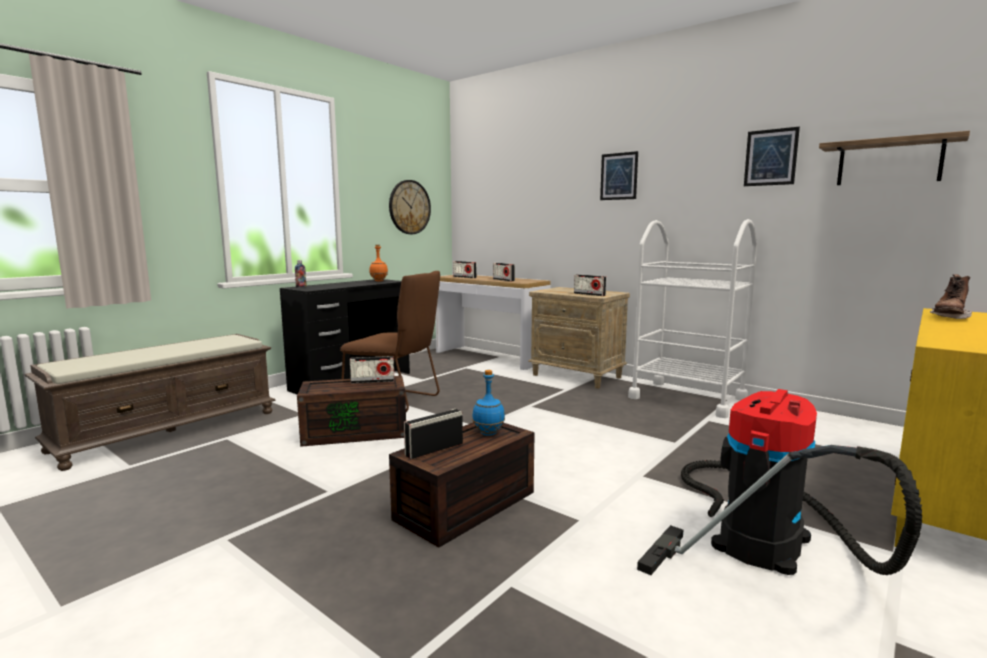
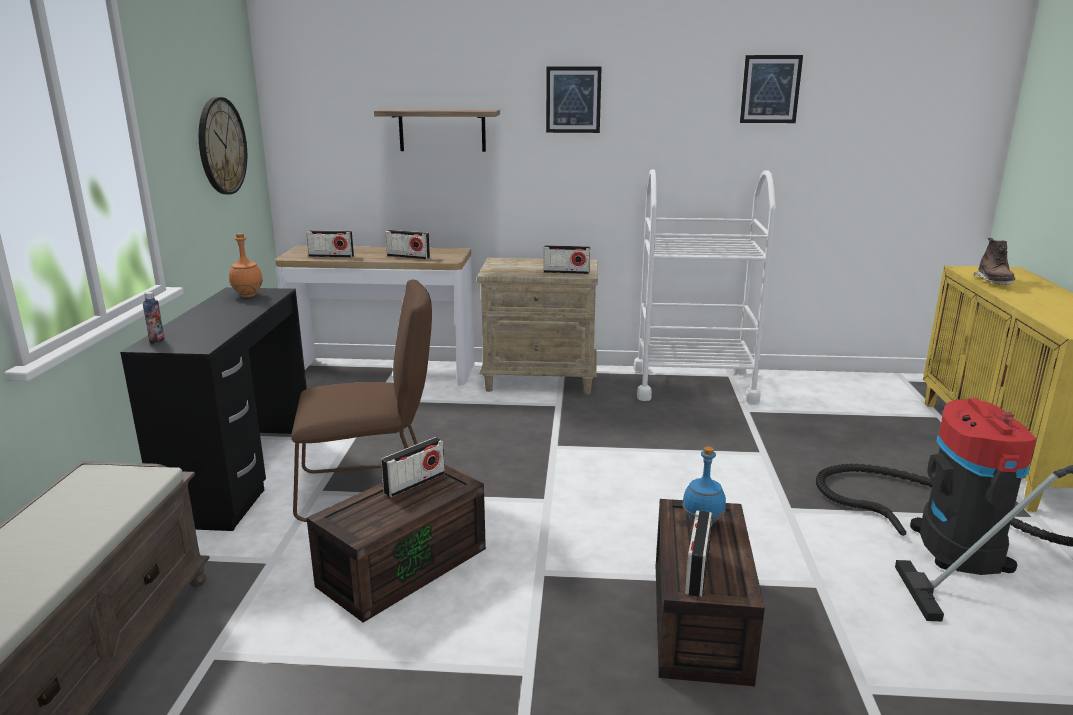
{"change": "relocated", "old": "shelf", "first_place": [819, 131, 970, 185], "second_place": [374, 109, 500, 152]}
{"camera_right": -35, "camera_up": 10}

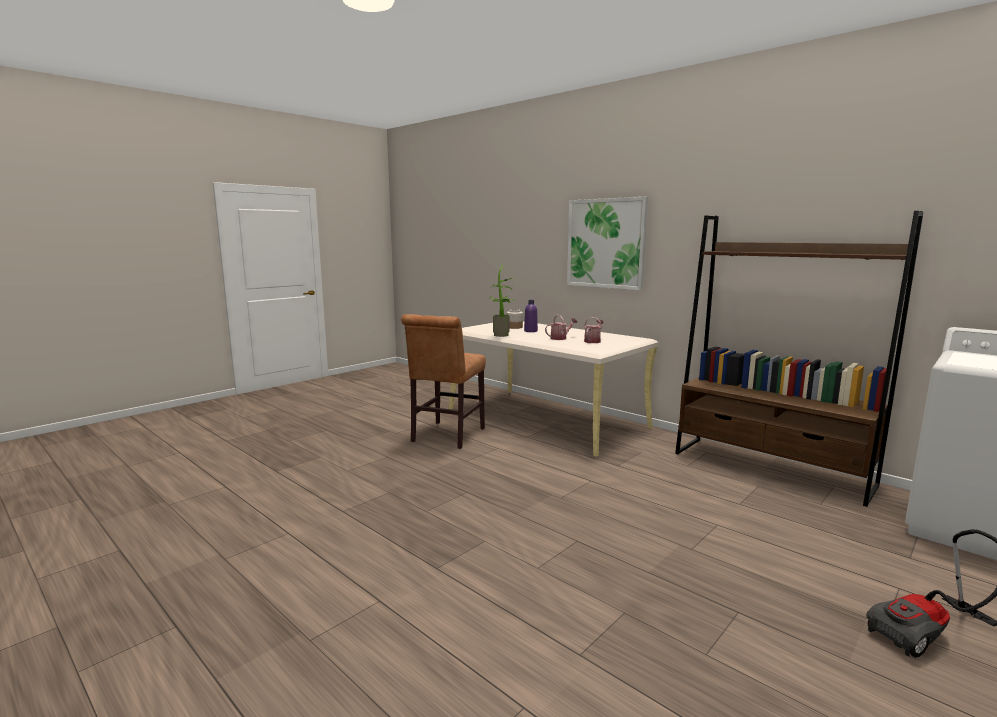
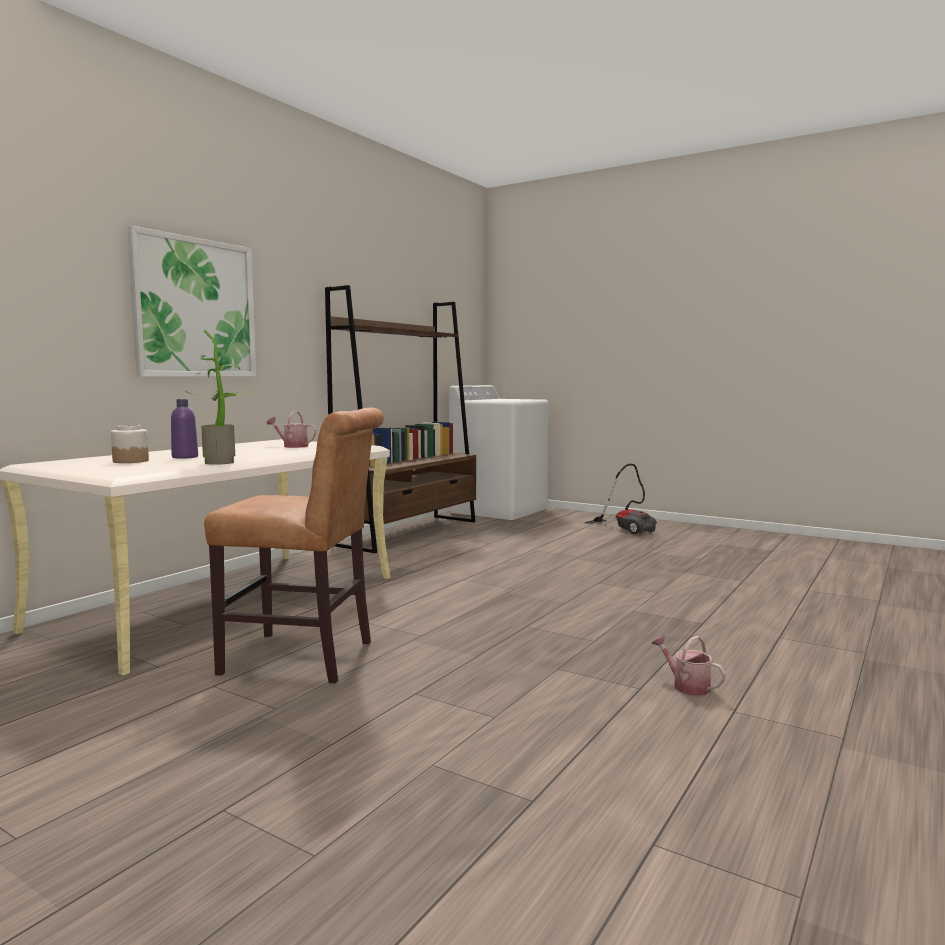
{"change": "relocated", "old": "watering can", "first_place": [545, 315, 577, 340], "second_place": [651, 636, 726, 696]}
{"camera_right": -100, "camera_up": -5}

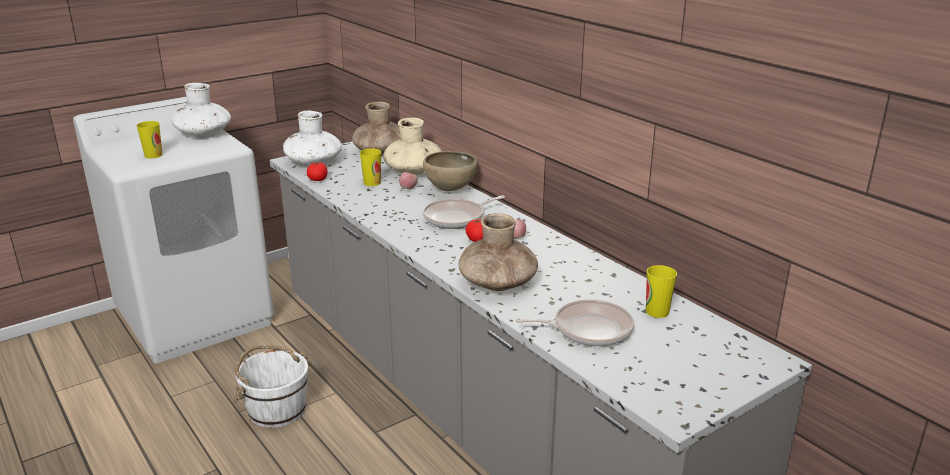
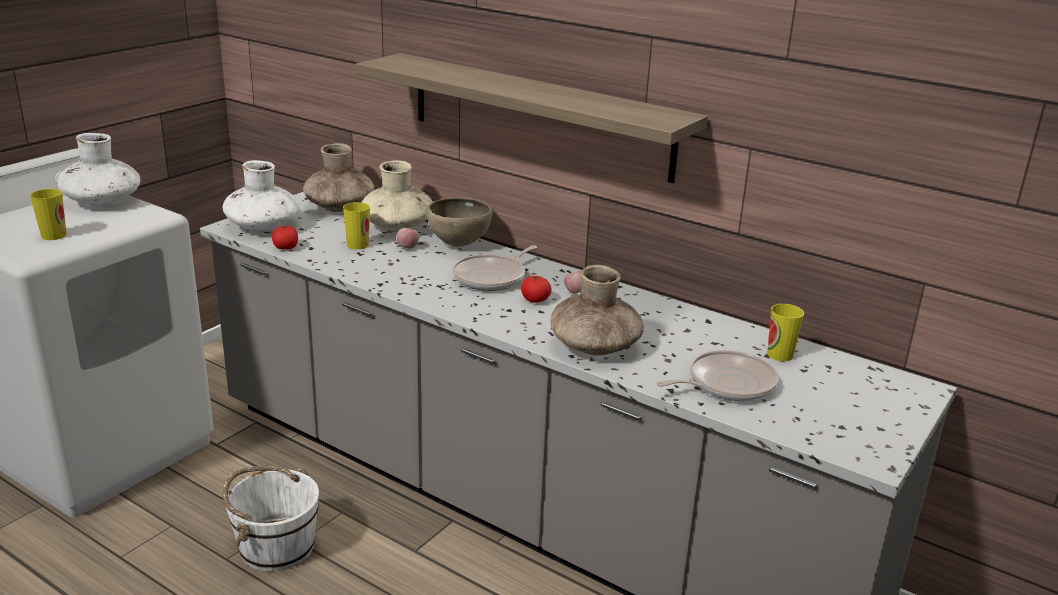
{"change": "appeared", "new": "shelf", "second_place": [355, 53, 708, 183]}
{"camera_right": -20, "camera_up": 0}

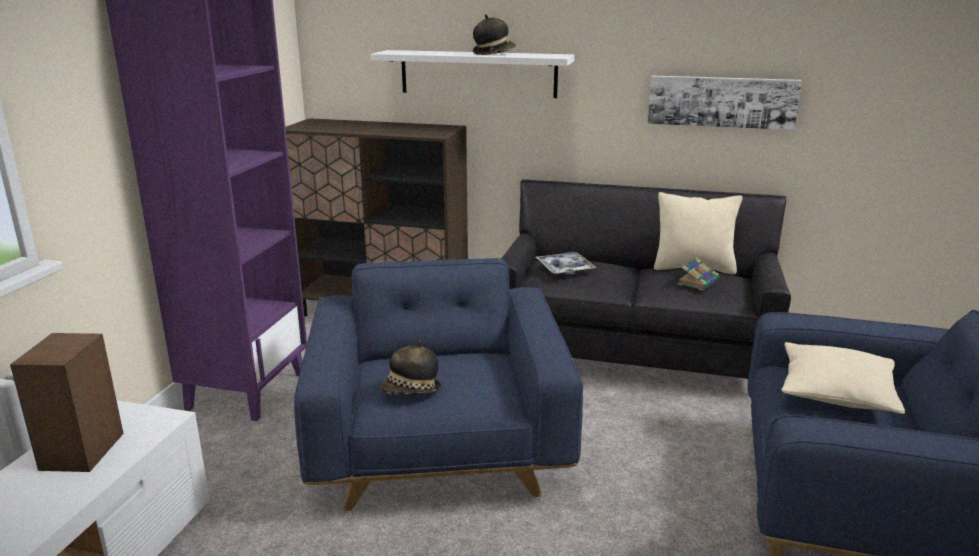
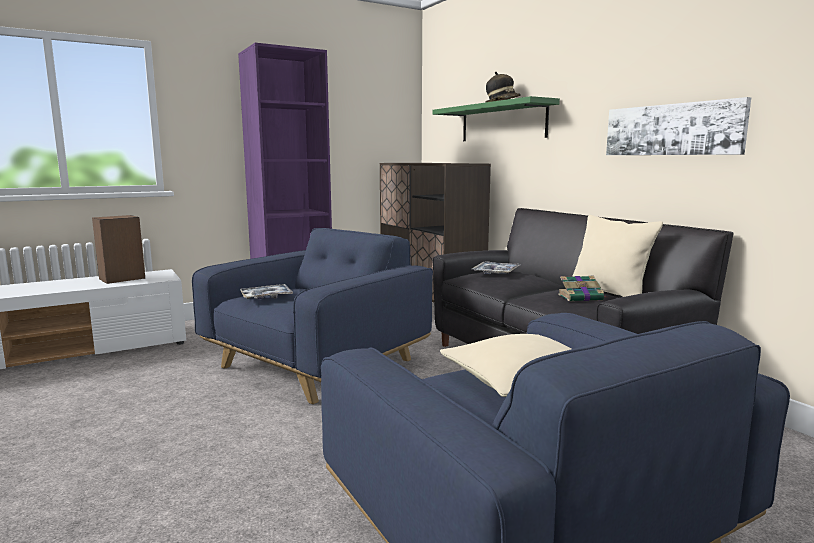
{"change": "exchanged", "old": "hat", "new": "tray", "first_place": [381, 340, 442, 396], "second_place": [240, 284, 293, 299]}
{"change": "colour", "old": "white shelf", "new": "green shelf", "first_place": [371, 50, 575, 98], "second_place": [432, 96, 560, 141]}
{"camera_right": 45, "camera_up": -10}

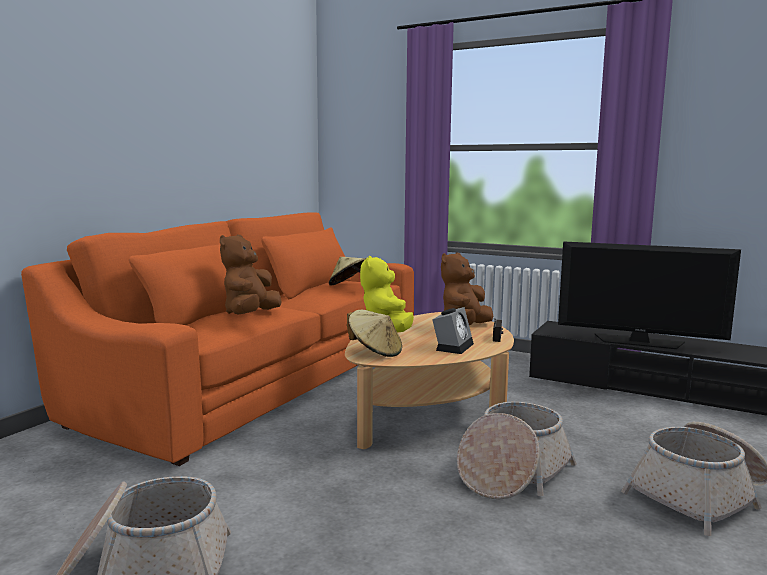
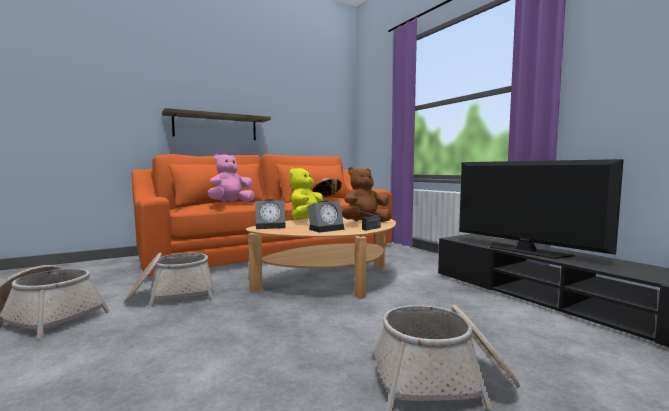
{"change": "relocated", "old": "basket", "first_place": [457, 402, 577, 499], "second_place": [124, 253, 214, 307]}
{"change": "appeared", "new": "shelf", "second_place": [162, 108, 271, 140]}
{"change": "colour", "old": "brown plush toy", "new": "pink plush toy", "first_place": [220, 234, 282, 314], "second_place": [208, 154, 255, 202]}
{"change": "exchanged", "old": "beige hat", "new": "alarm clock", "first_place": [347, 310, 402, 357], "second_place": [255, 199, 286, 229]}
{"camera_right": 30, "camera_up": -5}

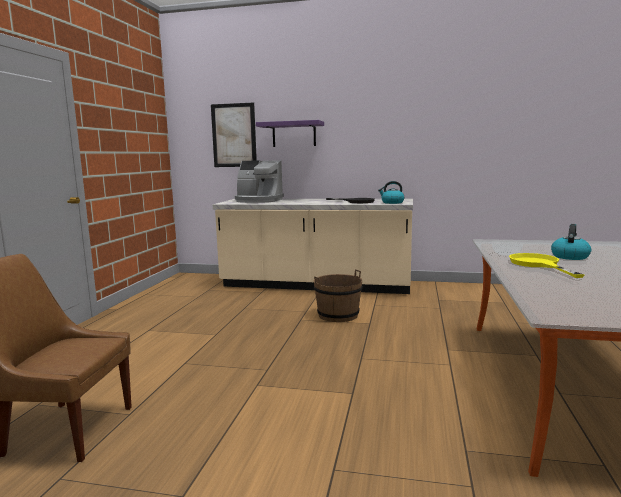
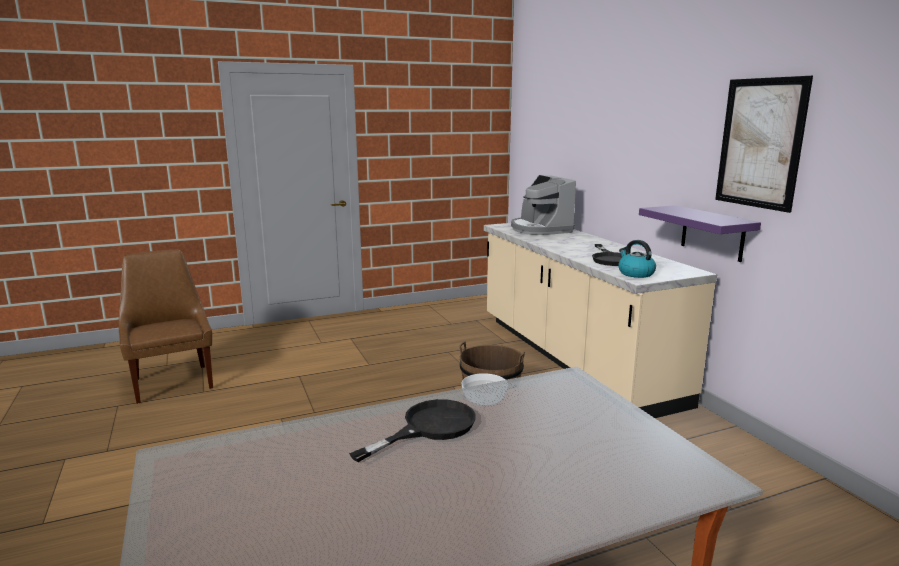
{"change": "colour", "old": "yellow frying pan", "new": "black frying pan", "first_place": [509, 253, 584, 278], "second_place": [349, 399, 476, 462]}
{"change": "relocated", "old": "purple shelf", "first_place": [256, 120, 324, 147], "second_place": [639, 205, 761, 262]}
{"change": "relocated", "old": "picture", "first_place": [211, 103, 257, 167], "second_place": [715, 76, 813, 213]}
{"change": "missing", "old": "kettle", "first_place": [551, 224, 591, 260]}
{"camera_right": 55, "camera_up": 5}

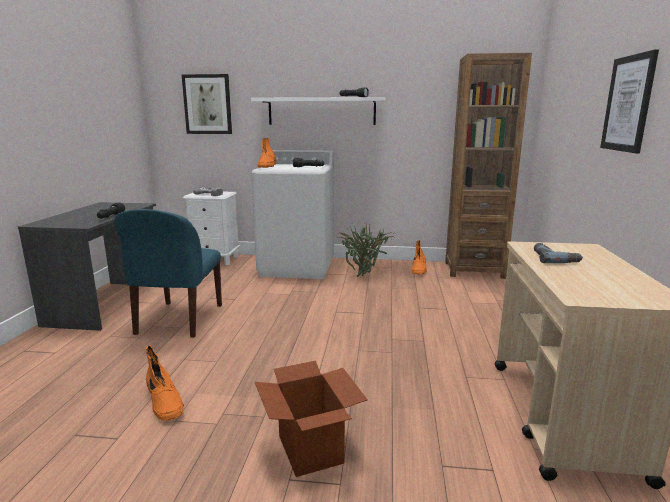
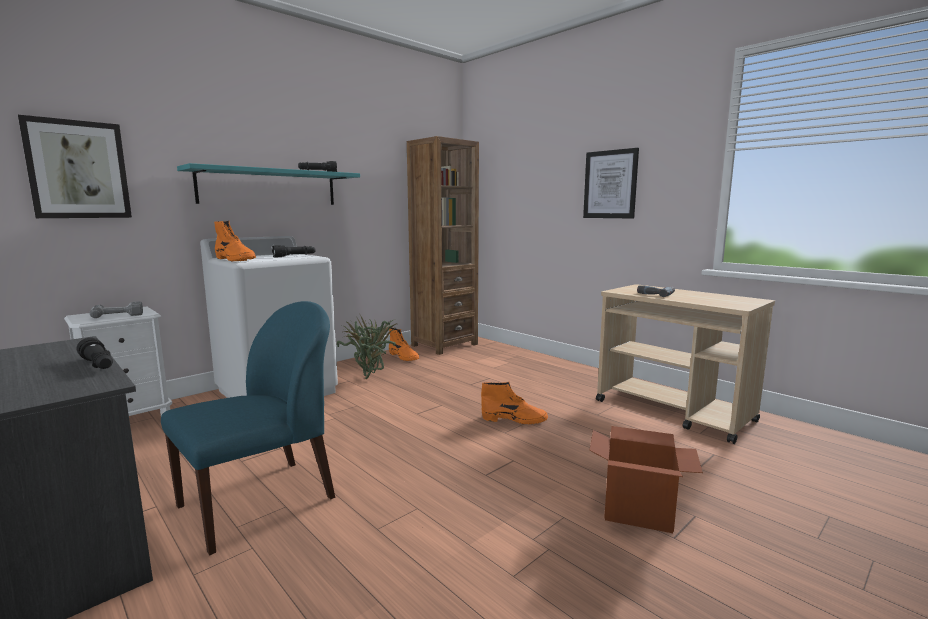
{"change": "spun", "old": "blue chair", "first_place": [114, 209, 222, 338], "second_place": [161, 301, 335, 555], "degrees": -90}
{"change": "colour", "old": "white shelf", "new": "turquoise shelf", "first_place": [251, 97, 386, 125], "second_place": [177, 163, 360, 205]}
{"change": "relocated", "old": "orange boot", "first_place": [146, 345, 184, 421], "second_place": [481, 382, 548, 425]}
{"camera_right": -50, "camera_up": -5}

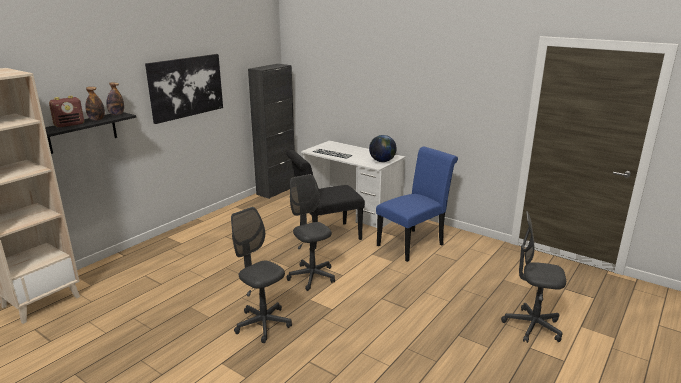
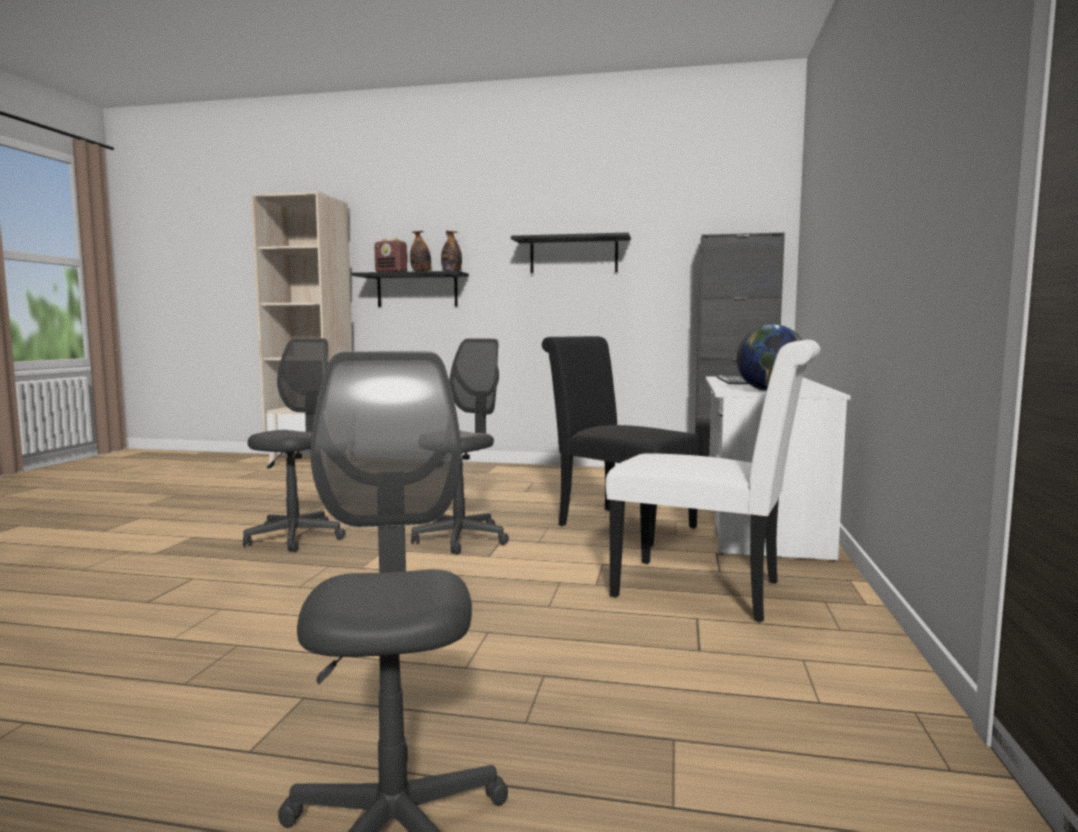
{"change": "exchanged", "old": "picture", "new": "black shelf", "first_place": [145, 54, 223, 124], "second_place": [511, 233, 631, 273]}
{"change": "colour", "old": "blue chair", "new": "white chair", "first_place": [376, 146, 458, 262], "second_place": [606, 340, 820, 622]}
{"camera_right": 65, "camera_up": -15}

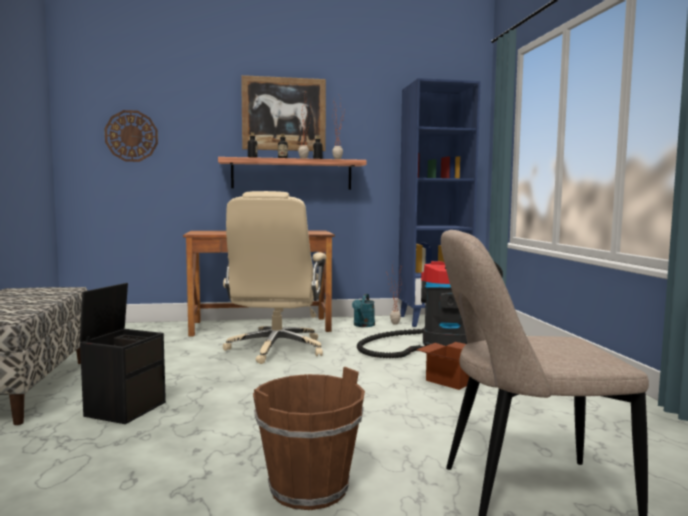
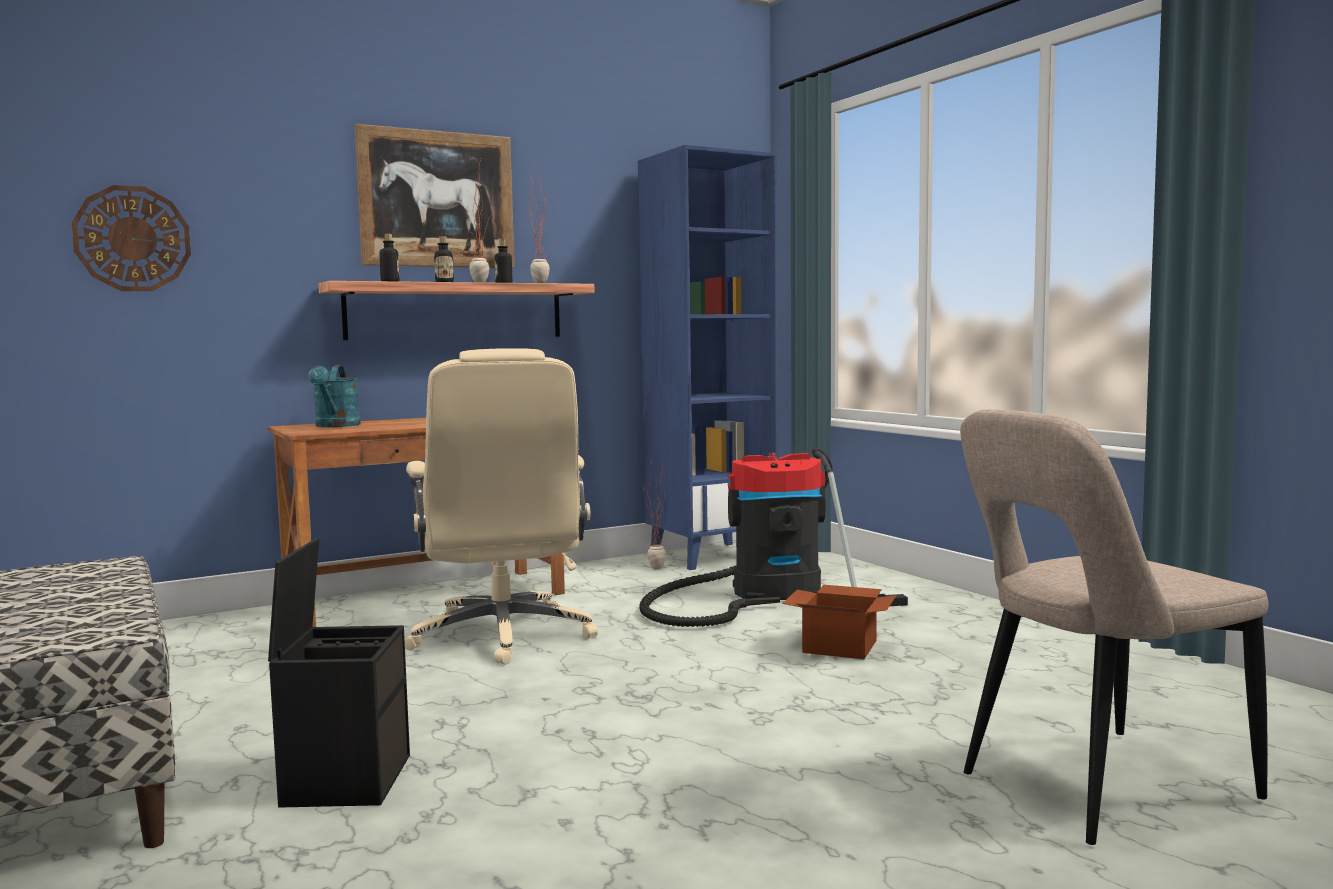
{"change": "relocated", "old": "turquoise watering can", "first_place": [352, 294, 375, 327], "second_place": [308, 365, 361, 427]}
{"change": "missing", "old": "brown bucket", "first_place": [253, 367, 365, 510]}
{"camera_right": -20, "camera_up": 0}

